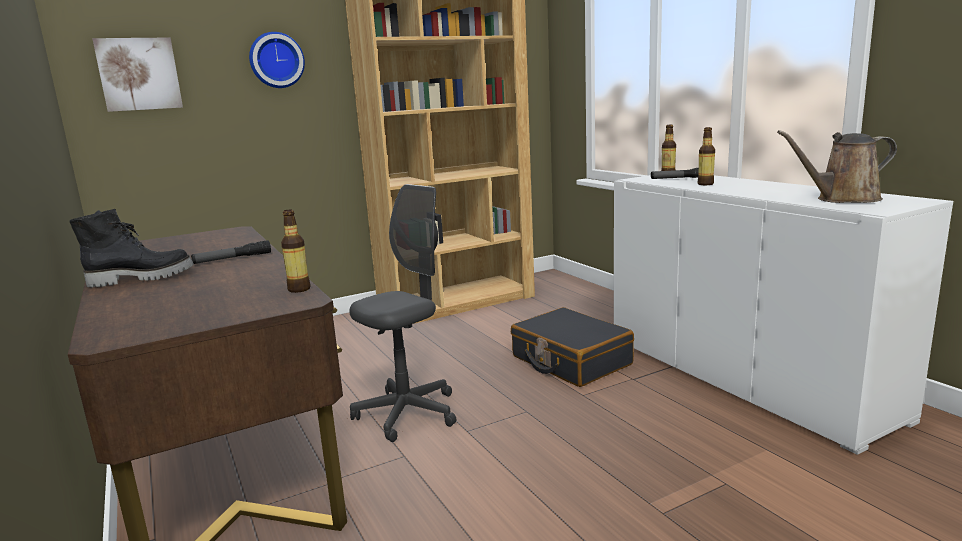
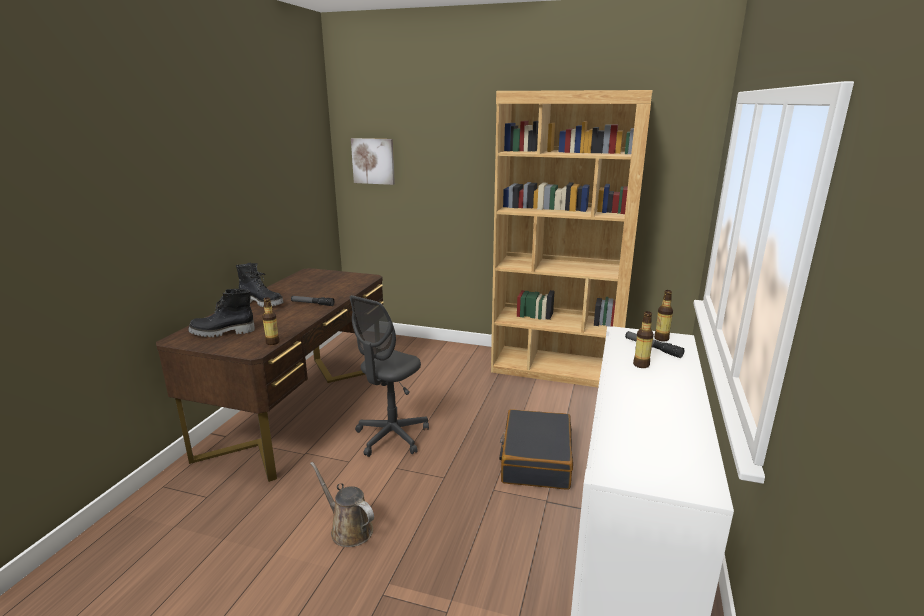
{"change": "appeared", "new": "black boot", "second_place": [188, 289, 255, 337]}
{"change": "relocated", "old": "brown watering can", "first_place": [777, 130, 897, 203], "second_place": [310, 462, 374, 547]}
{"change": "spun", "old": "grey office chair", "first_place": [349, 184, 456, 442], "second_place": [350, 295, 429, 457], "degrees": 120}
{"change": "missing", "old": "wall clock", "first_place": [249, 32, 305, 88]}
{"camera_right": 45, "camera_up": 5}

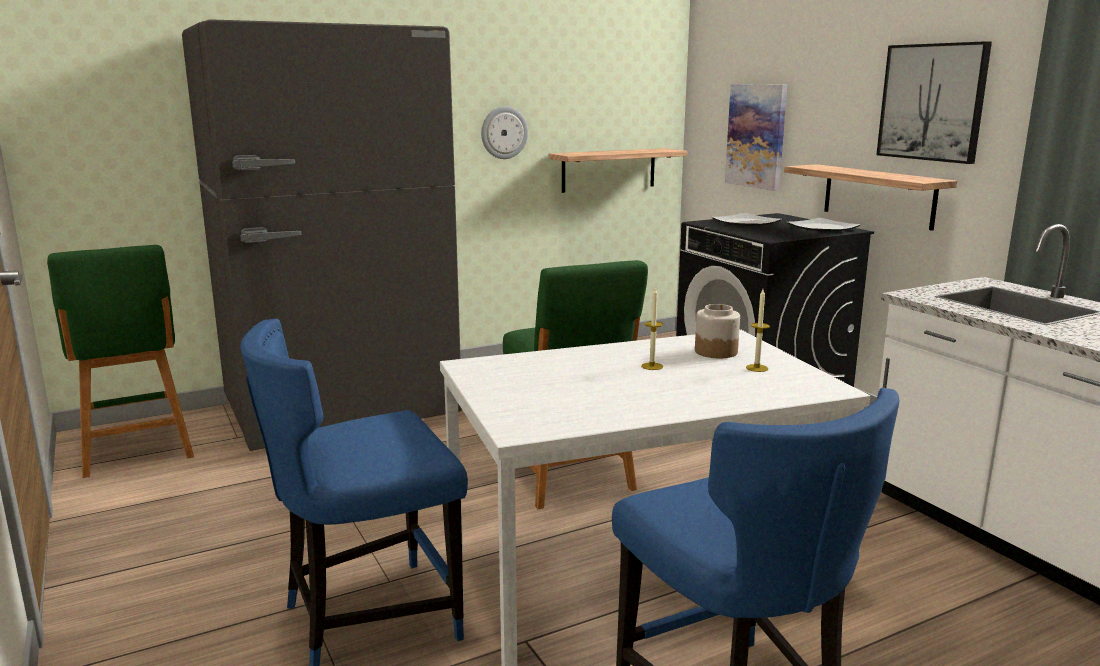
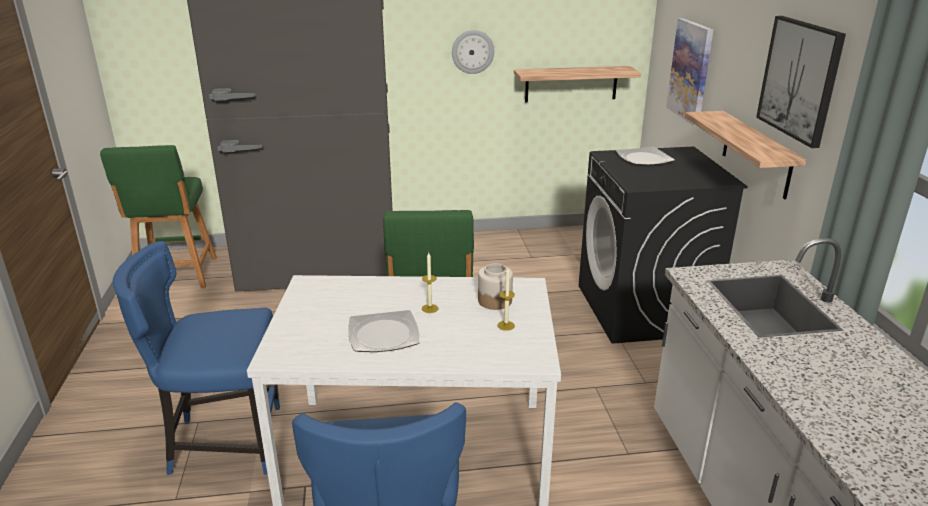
{"change": "relocated", "old": "plate", "first_place": [786, 218, 861, 232], "second_place": [348, 310, 419, 352]}
{"camera_right": 20, "camera_up": 10}

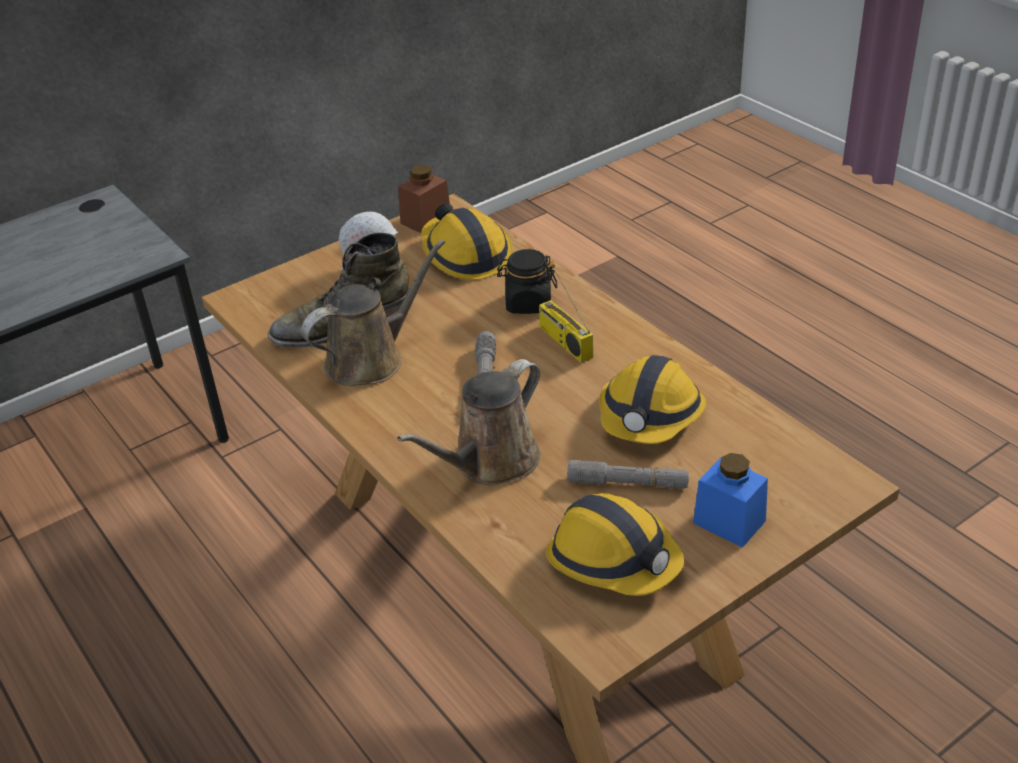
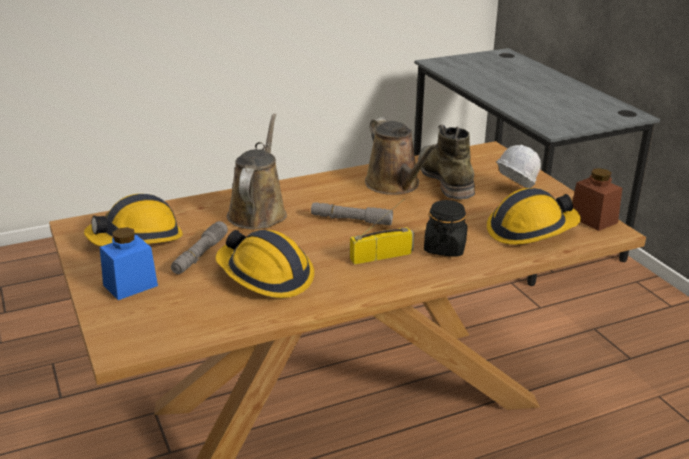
{"change": "spun", "old": "brown watering can", "first_place": [397, 359, 540, 486], "second_place": [227, 114, 287, 229], "degrees": 45}
{"camera_right": 100, "camera_up": -10}

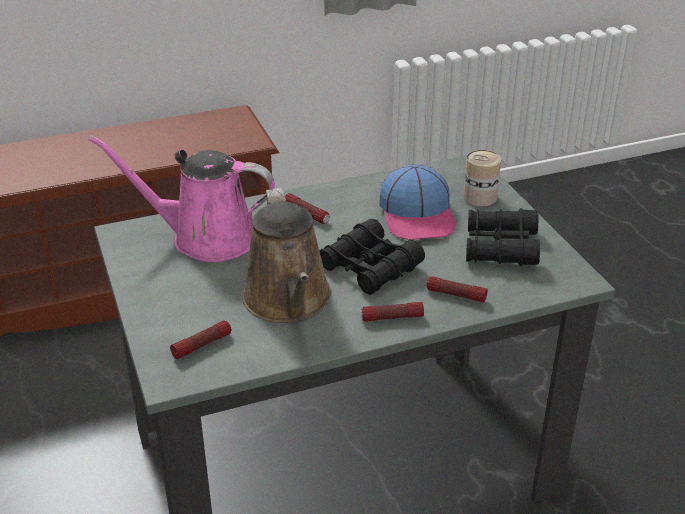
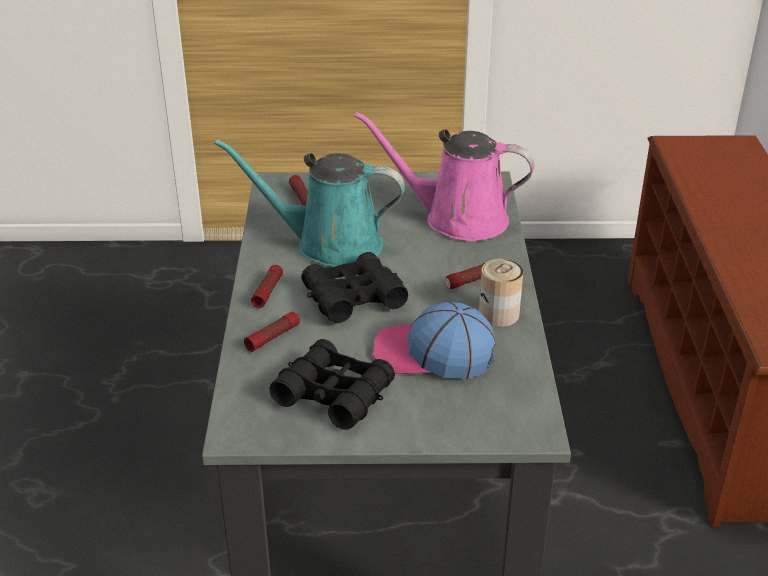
{"change": "colour", "old": "brown watering can", "new": "turquoise watering can", "first_place": [242, 188, 331, 323], "second_place": [214, 139, 405, 267]}
{"change": "spun", "old": "pink watering can", "first_place": [88, 135, 275, 262], "second_place": [354, 112, 535, 241], "degrees": -105}
{"change": "relocated", "old": "can", "first_place": [463, 150, 501, 206], "second_place": [479, 259, 523, 327]}
{"camera_right": 110, "camera_up": 0}

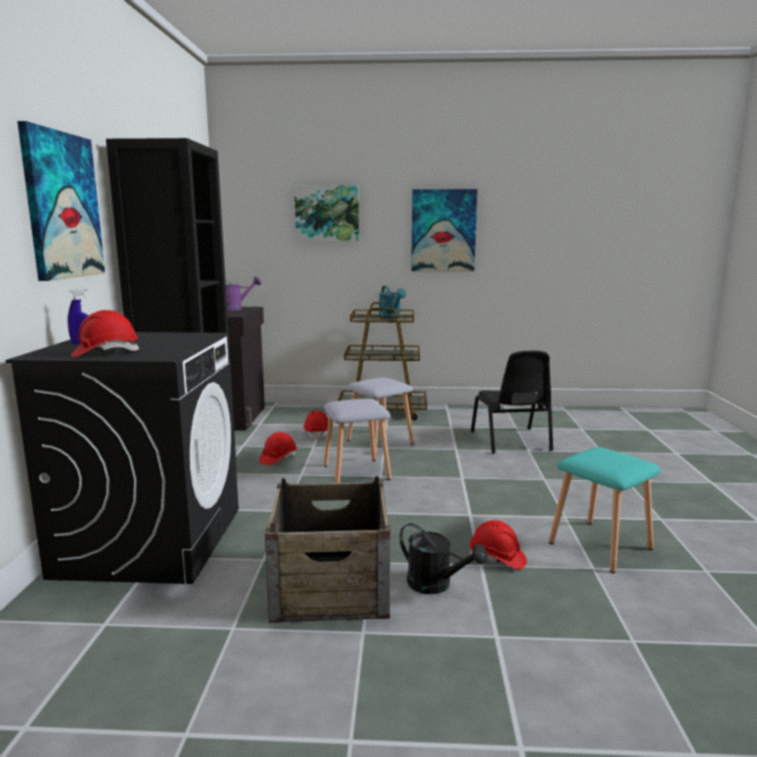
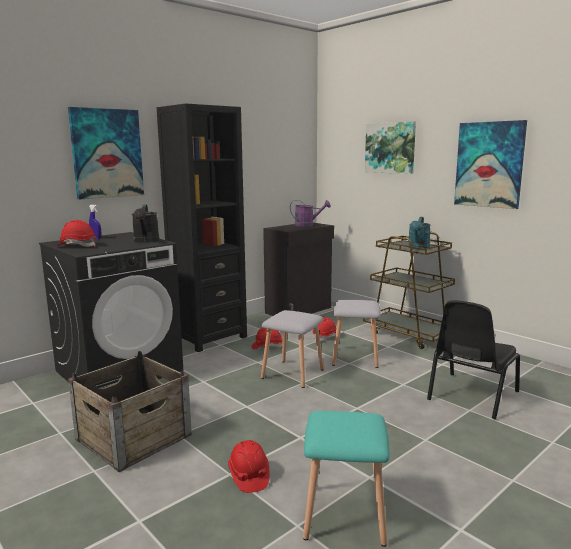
{"change": "relocated", "old": "black watering can", "first_place": [399, 523, 488, 594], "second_place": [132, 205, 160, 243]}
{"camera_right": 45, "camera_up": 0}

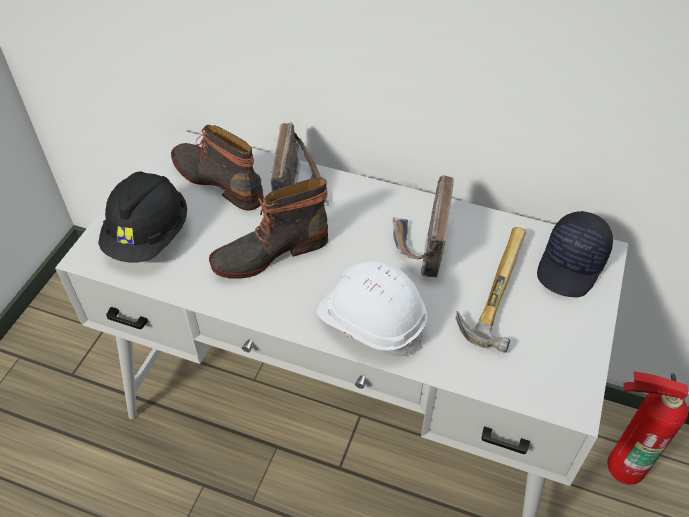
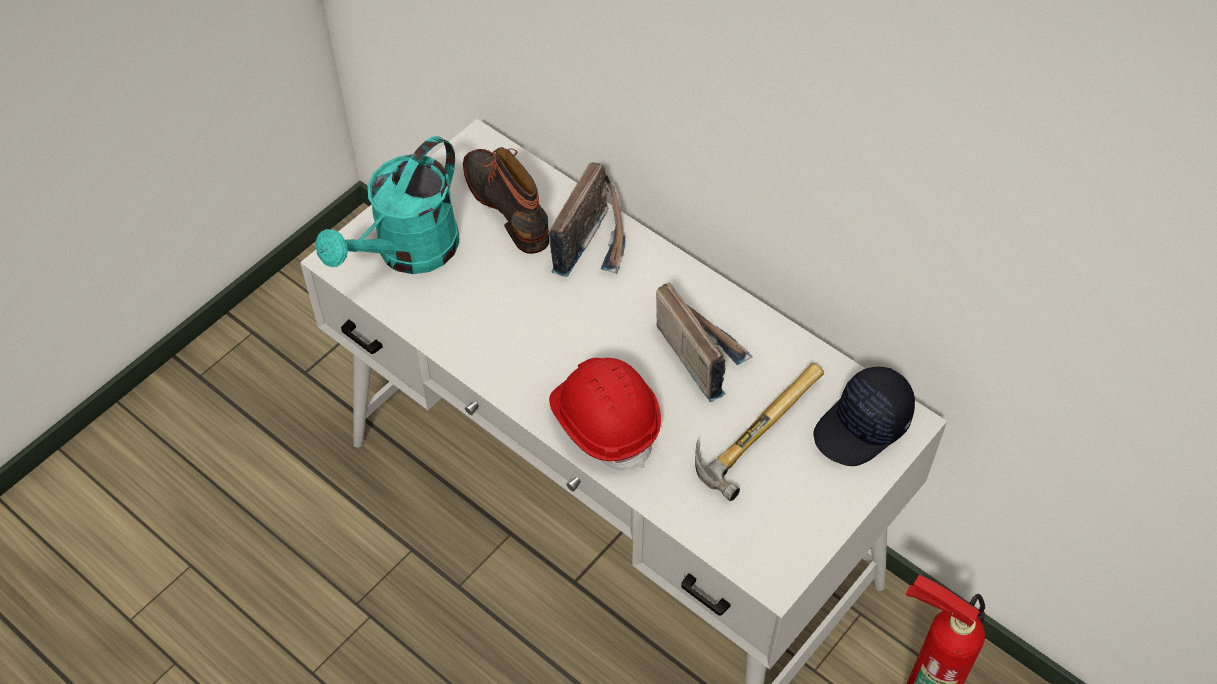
{"change": "exchanged", "old": "black hard hat", "new": "turquoise watering can", "first_place": [98, 171, 187, 263], "second_place": [316, 136, 459, 274]}
{"change": "colour", "old": "white hard hat", "new": "red hard hat", "first_place": [317, 261, 427, 357], "second_place": [549, 358, 661, 471]}
{"change": "spun", "old": "radio", "first_place": [392, 175, 454, 277], "second_place": [656, 282, 752, 402], "degrees": 120}
{"change": "missing", "old": "boot", "first_place": [209, 177, 328, 279]}
{"camera_right": 20, "camera_up": 5}

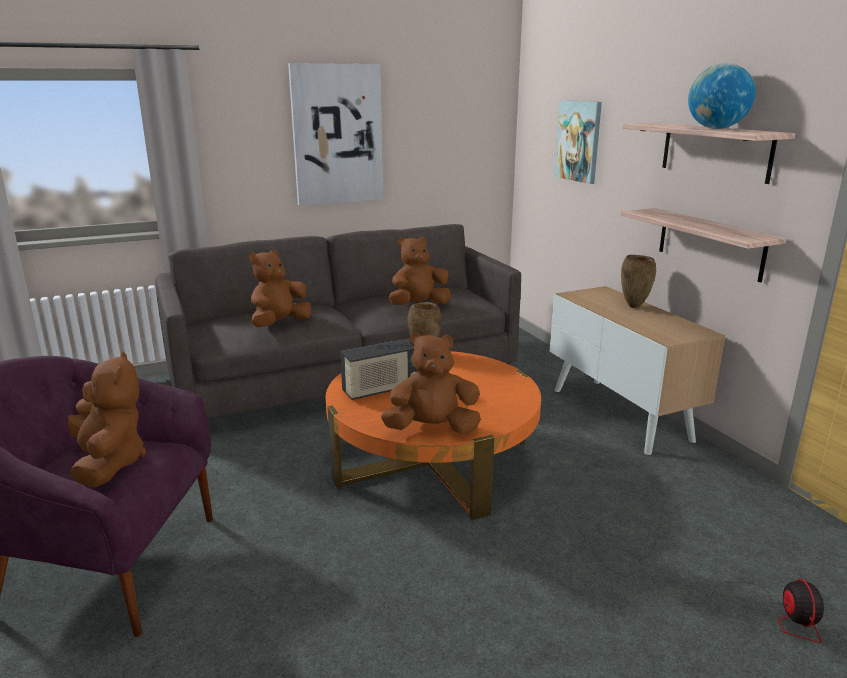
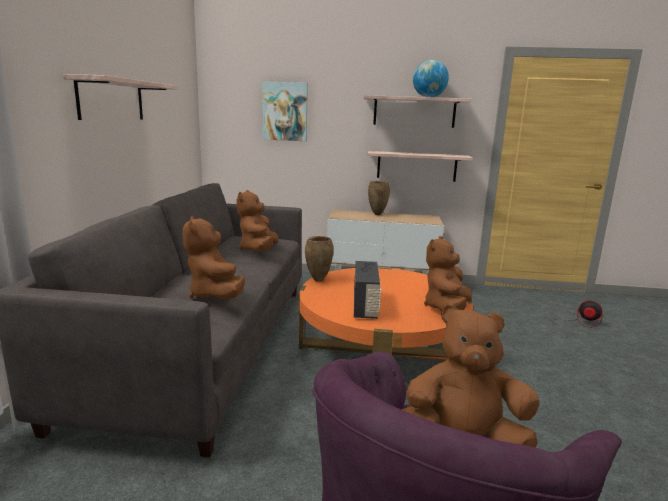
{"change": "exchanged", "old": "picture", "new": "shelf", "first_place": [288, 63, 383, 206], "second_place": [62, 74, 178, 120]}
{"camera_right": -60, "camera_up": -5}

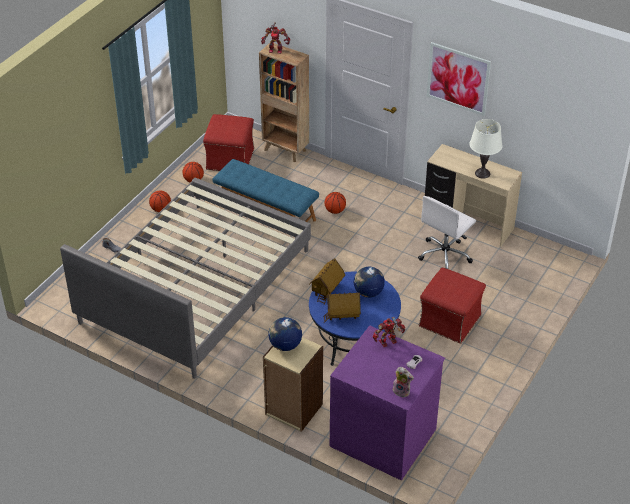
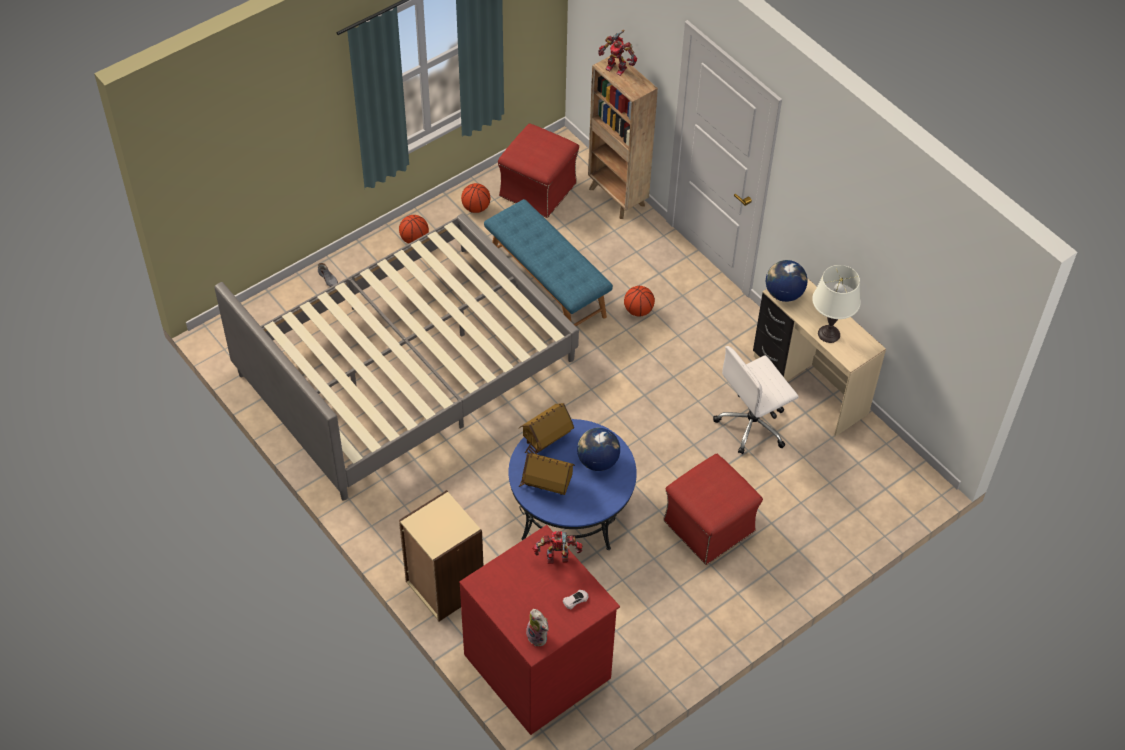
{"change": "colour", "old": "purple dresser", "new": "red dresser", "first_place": [330, 326, 445, 480], "second_place": [459, 525, 620, 735]}
{"change": "relocated", "old": "globe", "first_place": [268, 317, 302, 351], "second_place": [766, 260, 808, 302]}
{"change": "missing", "old": "picture", "first_place": [427, 42, 491, 116]}
{"camera_right": 20, "camera_up": 10}

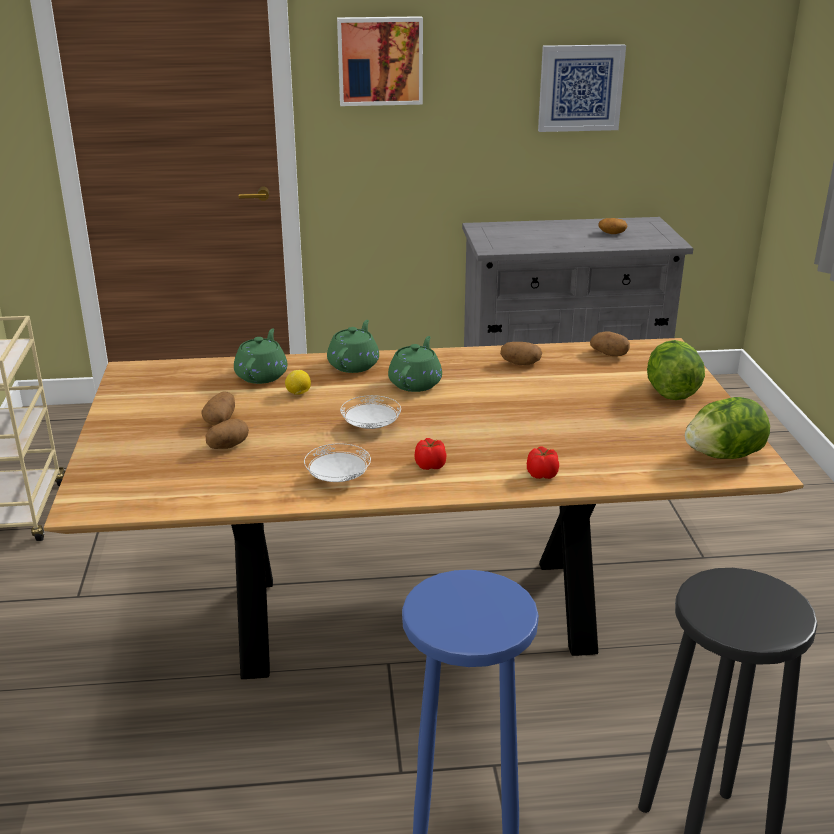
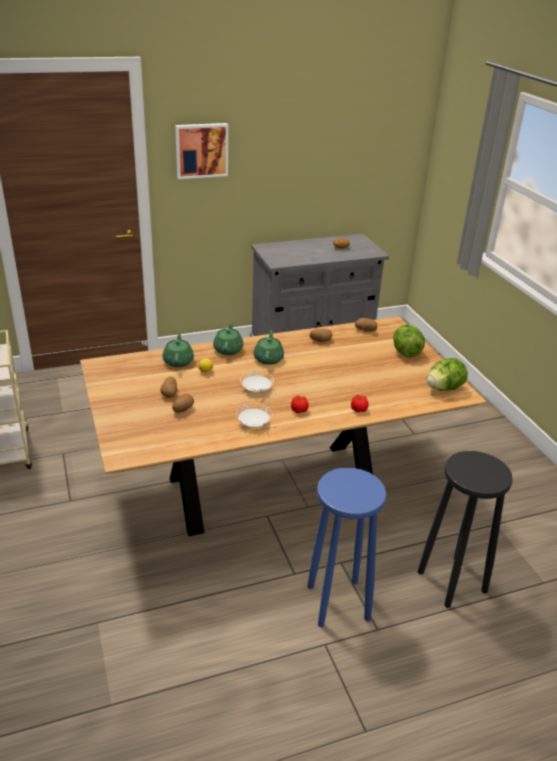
{"change": "missing", "old": "picture", "first_place": [538, 44, 626, 132]}
{"camera_right": -15, "camera_up": 5}

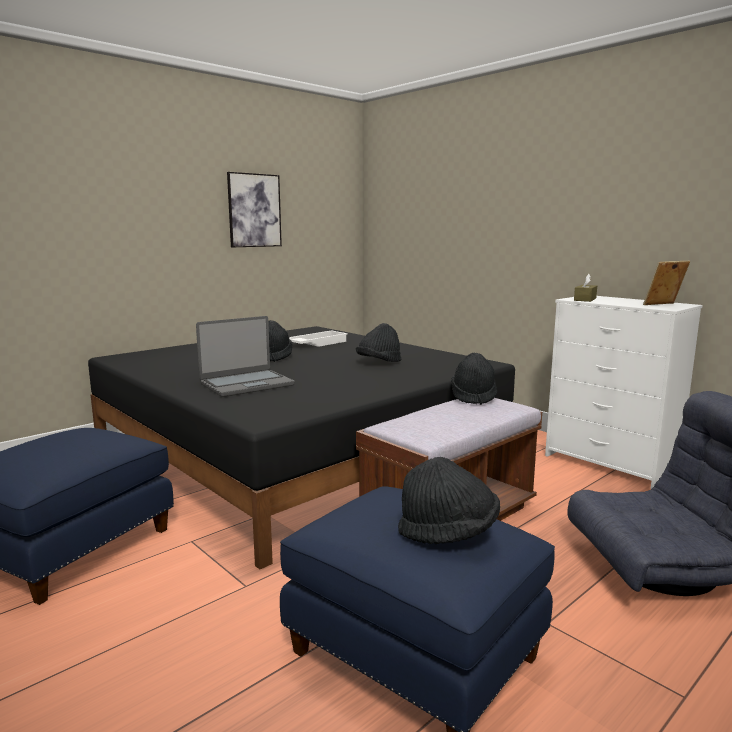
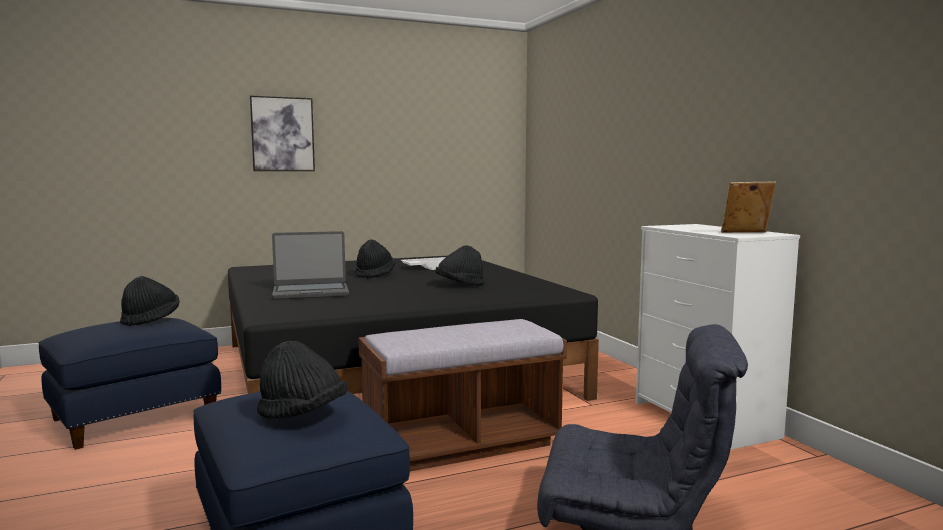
{"change": "relocated", "old": "black hat", "first_place": [451, 353, 497, 405], "second_place": [120, 276, 179, 326]}
{"change": "relocated", "old": "picture", "first_place": [227, 172, 282, 247], "second_place": [250, 95, 315, 171]}
{"change": "missing", "old": "brown tissue box", "first_place": [574, 274, 597, 302]}
{"camera_right": 20, "camera_up": -5}

